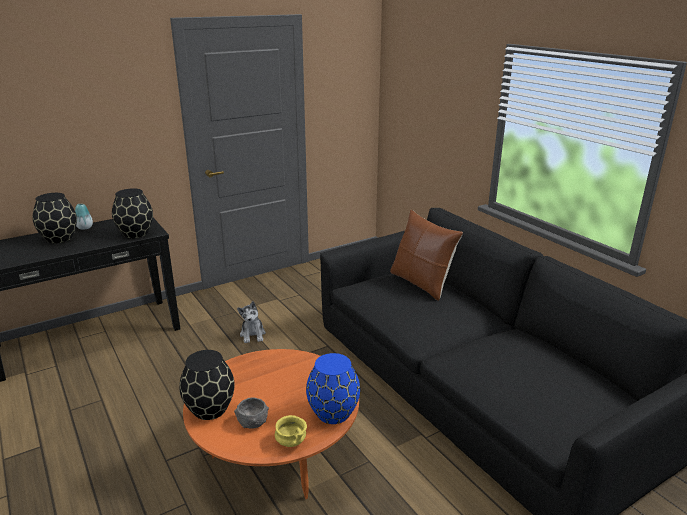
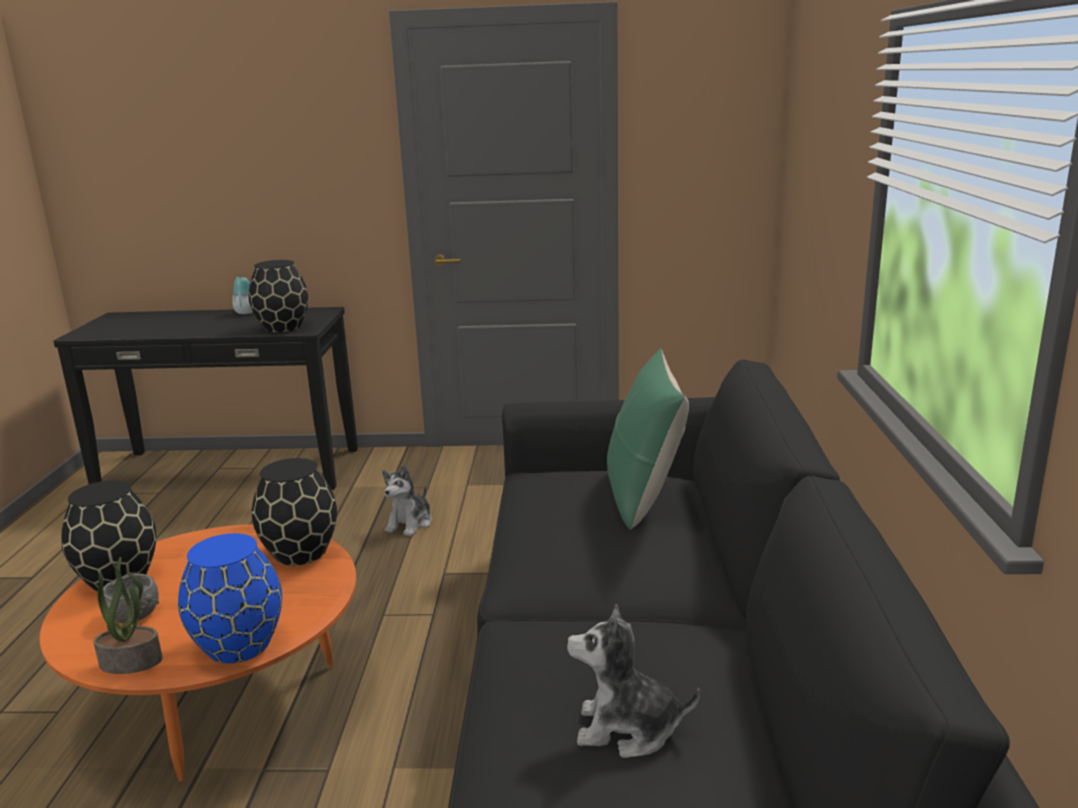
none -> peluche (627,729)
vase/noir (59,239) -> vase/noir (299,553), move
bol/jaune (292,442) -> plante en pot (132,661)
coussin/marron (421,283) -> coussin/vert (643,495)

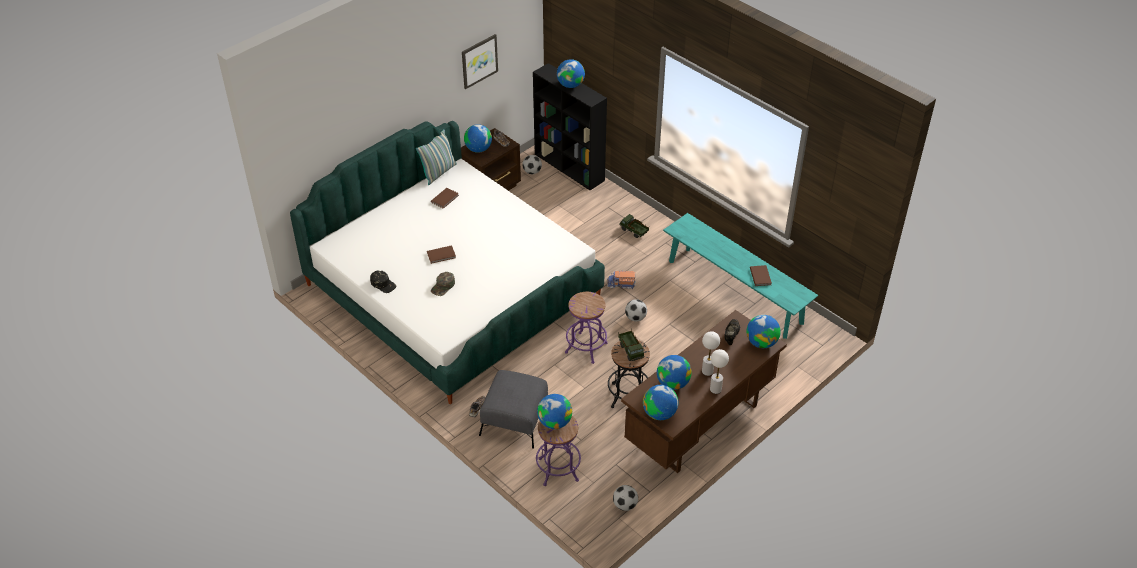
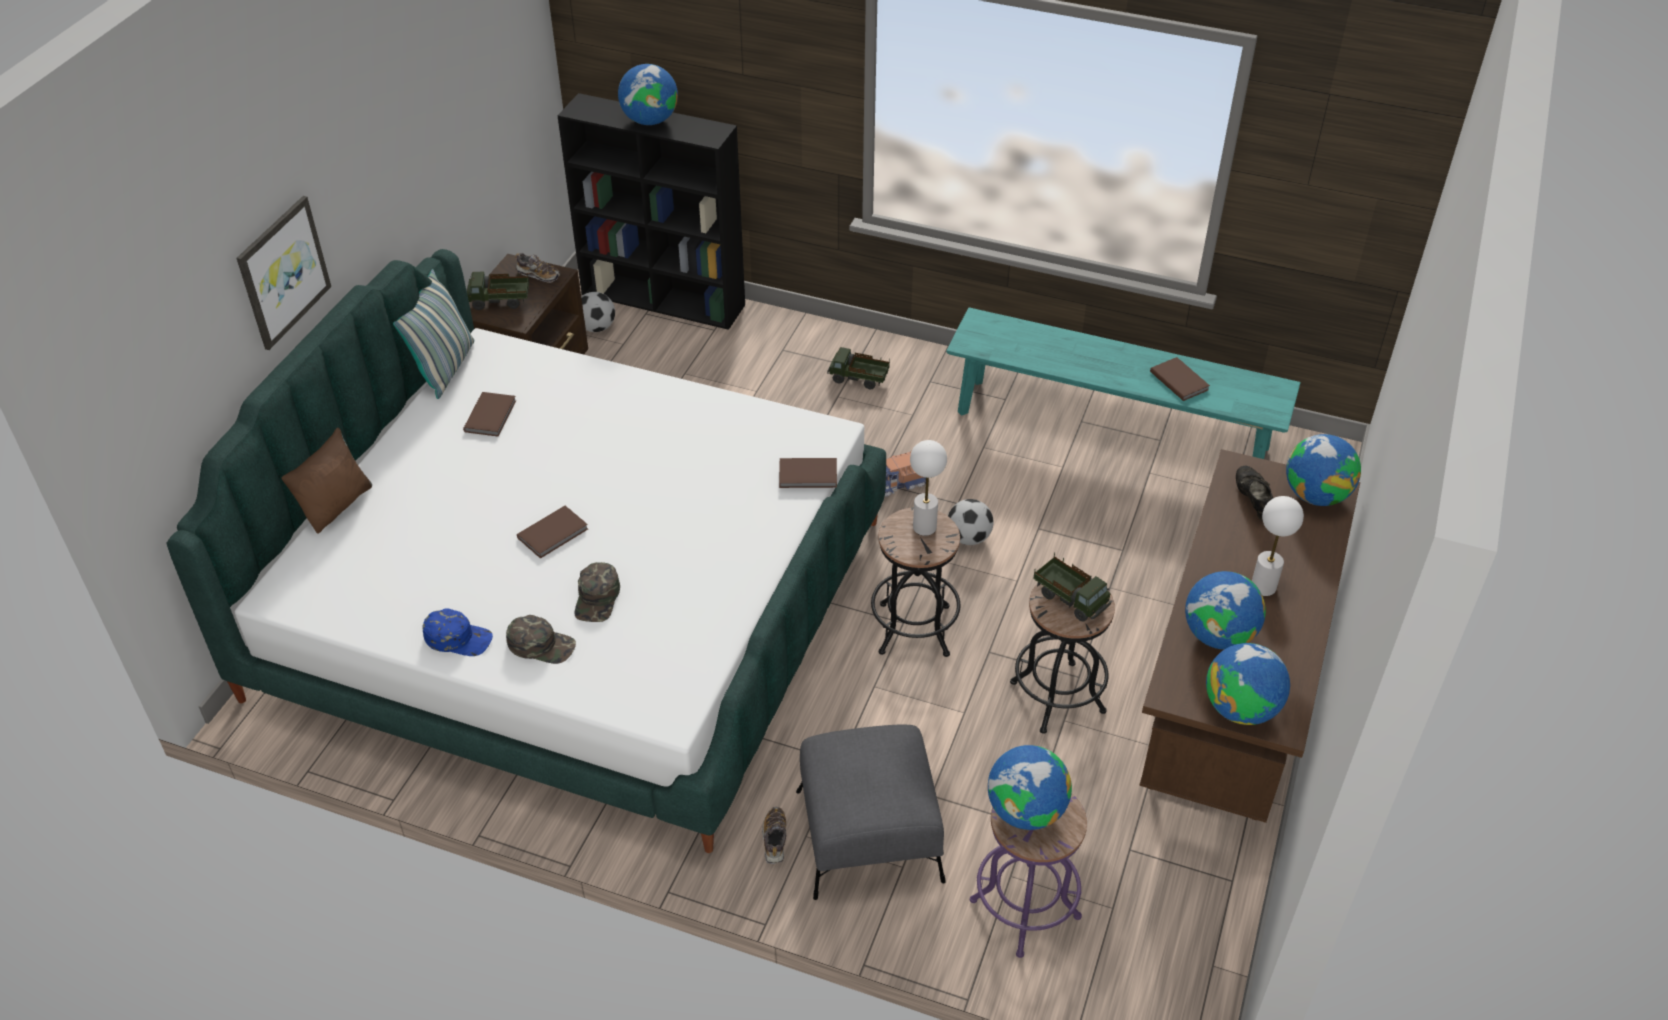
ballon de foot (625,505) -> none
none -> coussin/marron (336,505)
none -> casquette/vert (541,645)
none -> livre/marron (809,475)
tableau (479,61) -> tableau (282,272), move
lampe de table/blanc (715,389) -> lampe de table/blanc (925,527), move
globe (478,149) -> camion jouet (499,302)
casquette/noir (383,284) -> casquette/bleu (458,638)
tabouret/violet (586,348) -> tabouret/noir (914,629)

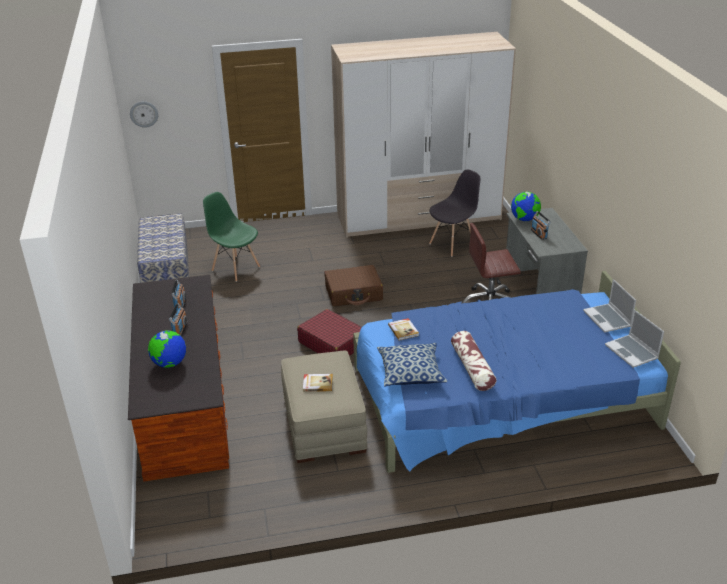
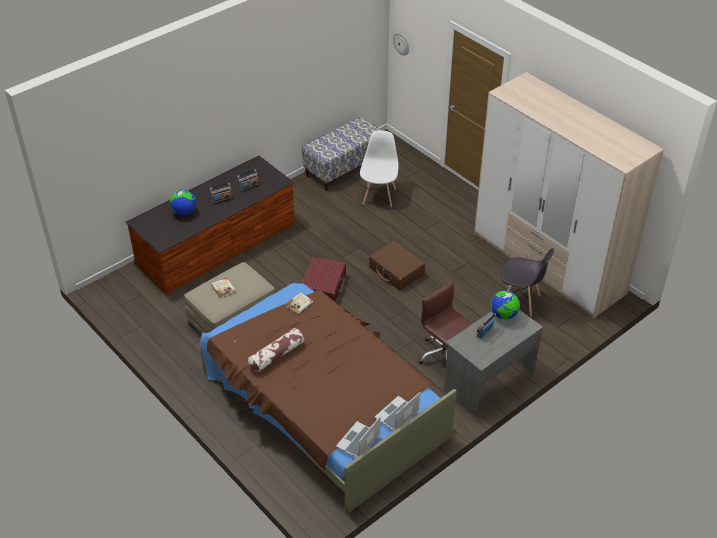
coussin (411,373) -> none
chaise/vert (235,268) -> chaise/blanc (379,196)
lit/bleu (499,397) -> lit/marron (322,401)

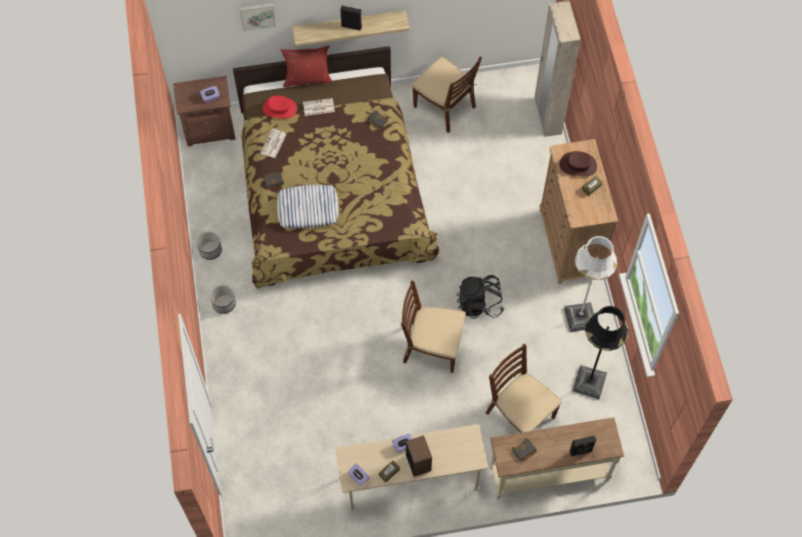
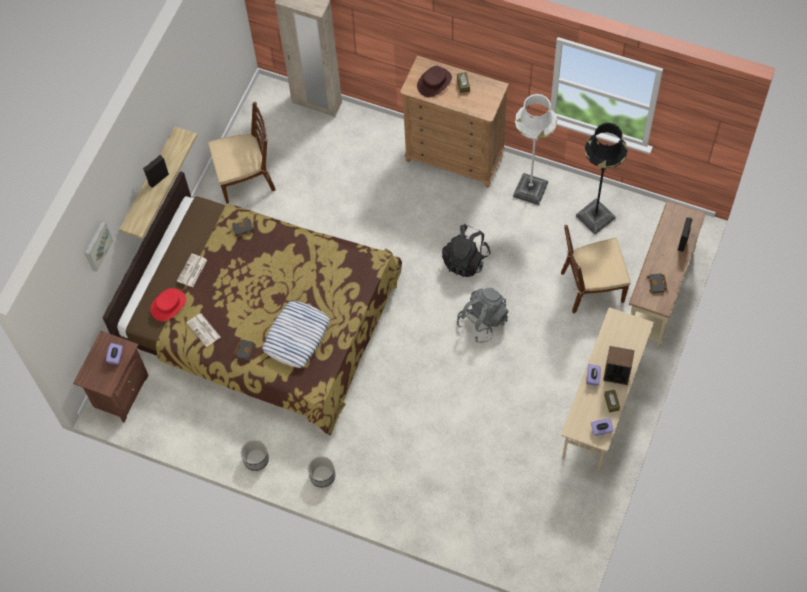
coussin/rouge (307,79) -> none
chaise/marron (431,347) -> sac à dos/gris (483,321)

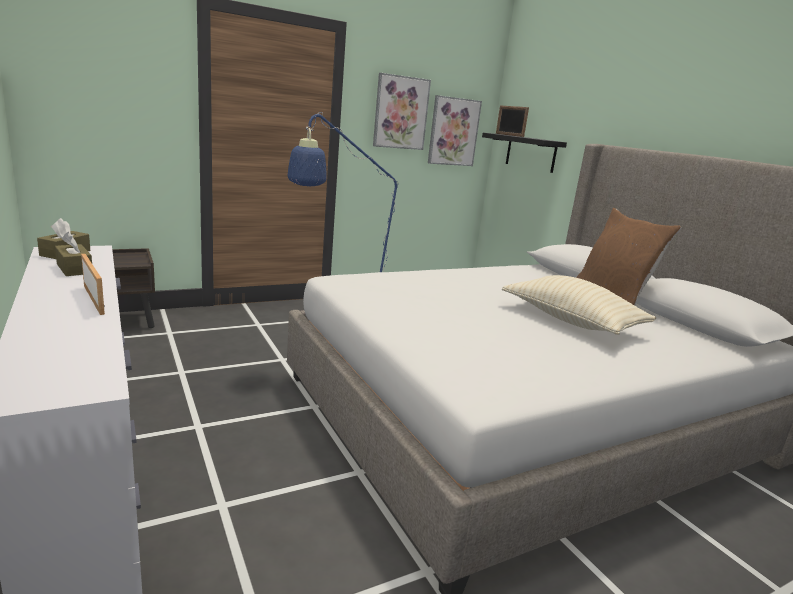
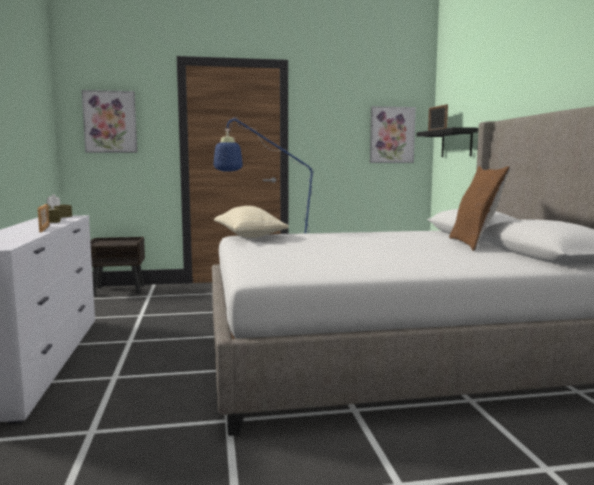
tableau (400,112) -> tableau (110,122), move
coussin/beige (571,321) -> coussin/beige (249,236), move

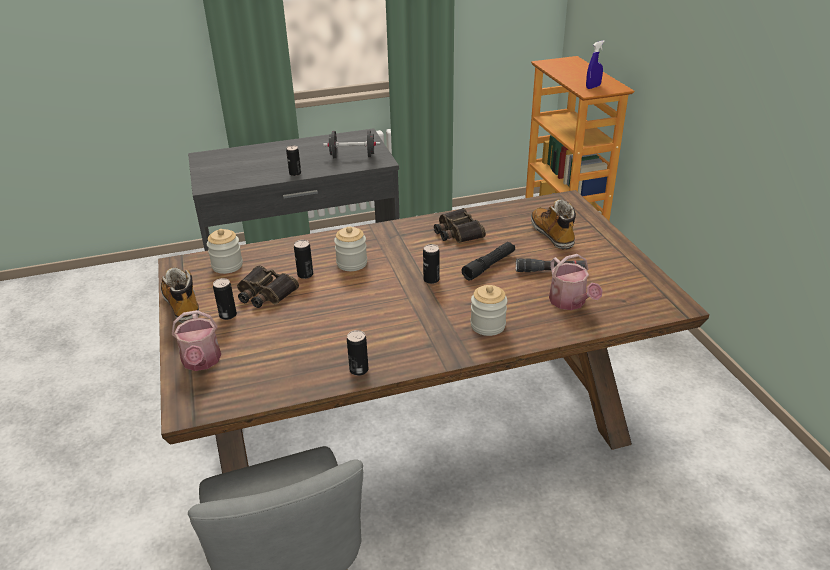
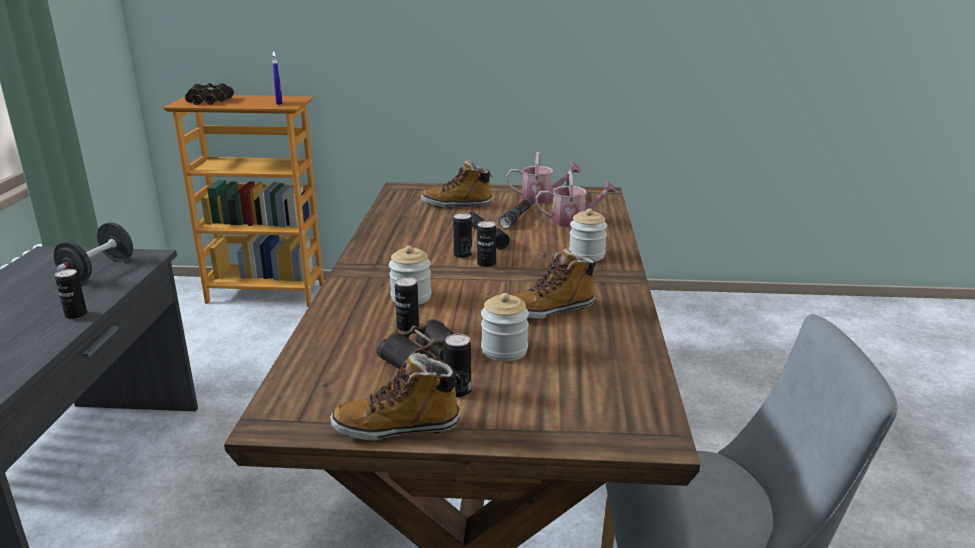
none -> botte (550,310)
arrosoir (201,362) -> arrosoir (542,198), move
bocal (227,265) -> bocal (504,350), move
boîte métallique (359,370) -> boîte métallique (463,255), move
jumelles (457,232) -> jumelles (208,101), move

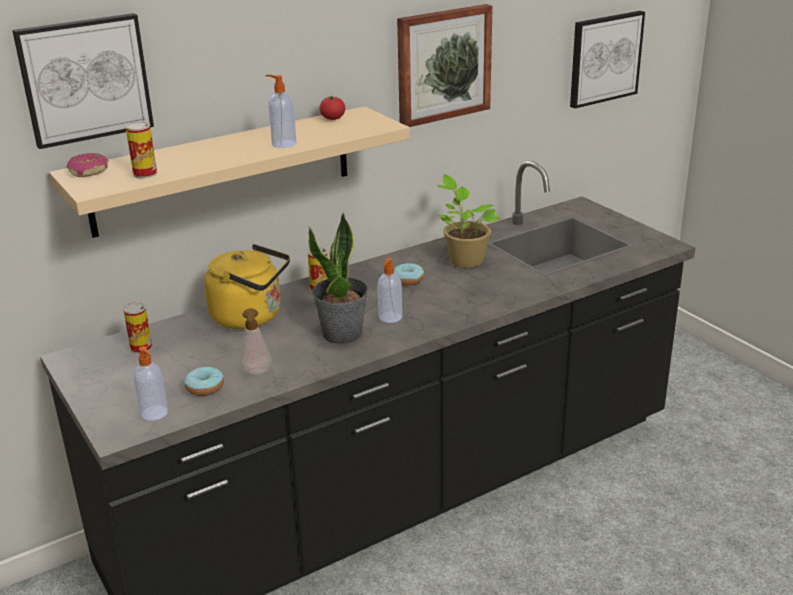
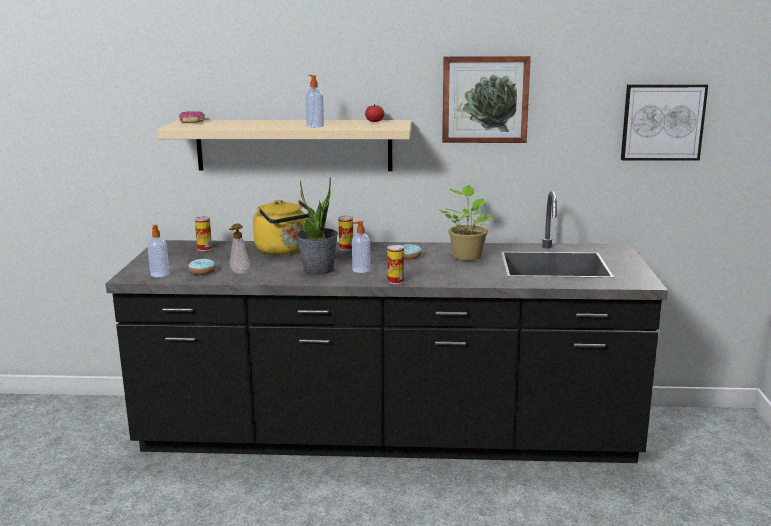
tableau (85,79) -> none
boîte métallique (145,174) -> boîte métallique (395,281), move

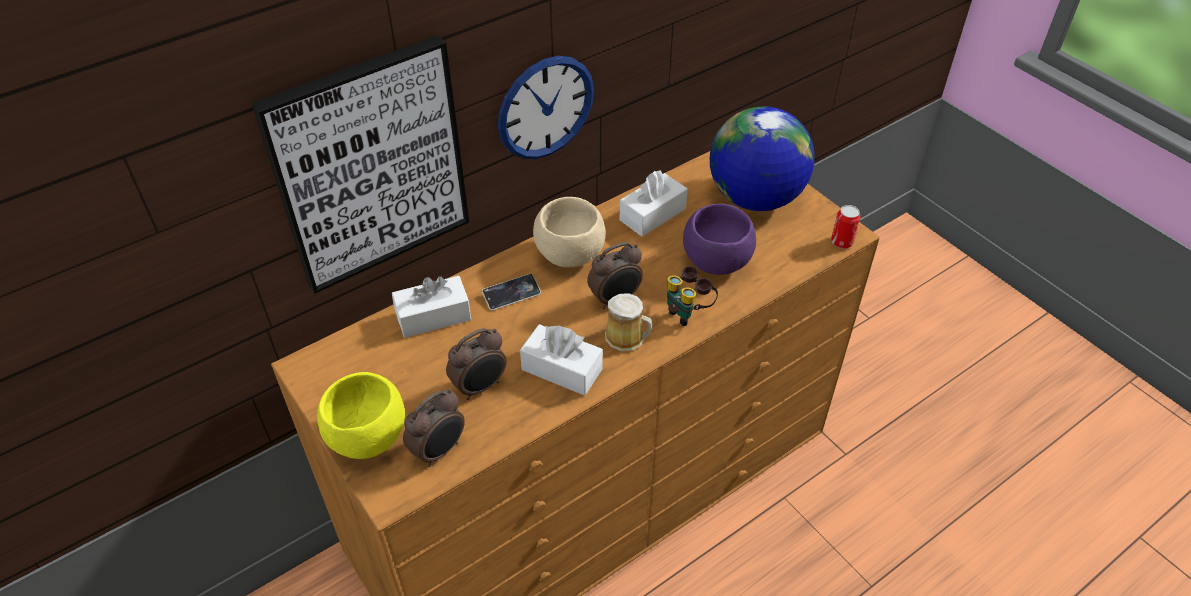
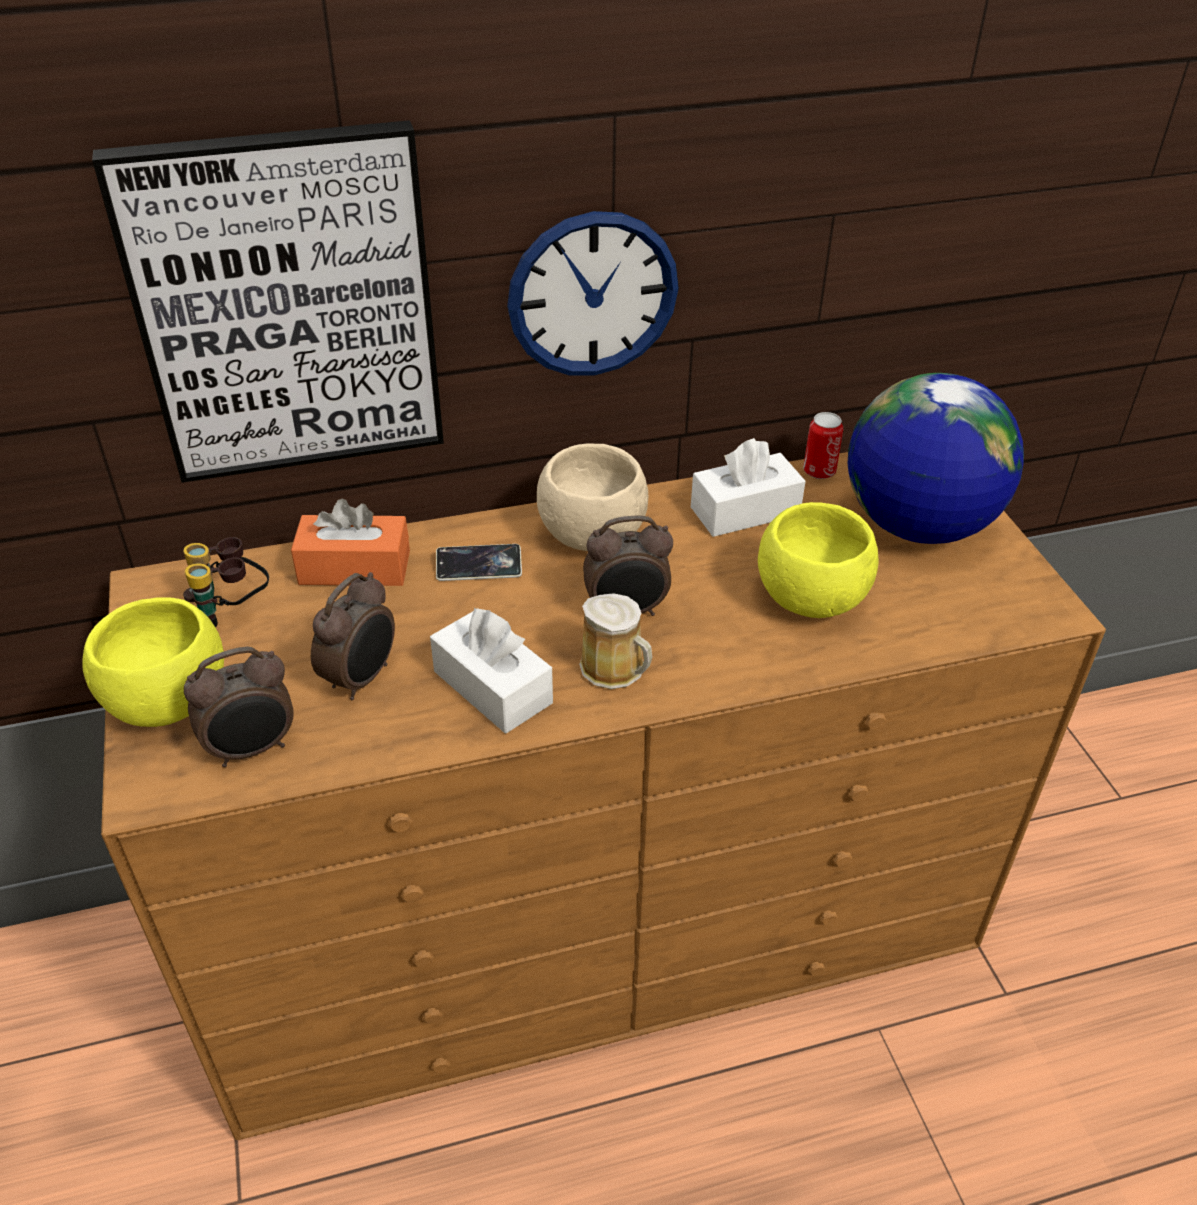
jumelles (688,312) -> jumelles (233,612), move
boîte métallique (842,242) -> boîte métallique (819,471), move
boîte à mouchoirs/blanc (433,316) -> boîte à mouchoirs/orange (355,567)
bol/violet (717,262) -> bol/jaune (811,600)
réveil (480,387) -> réveil (362,678), 45 degrees counterclockwise

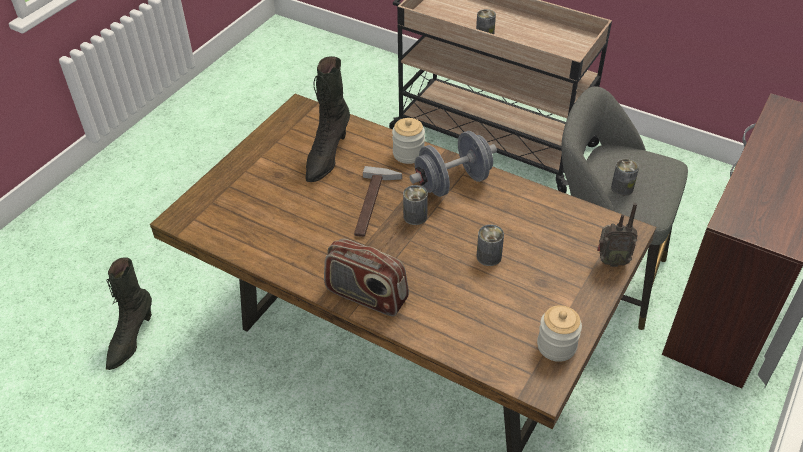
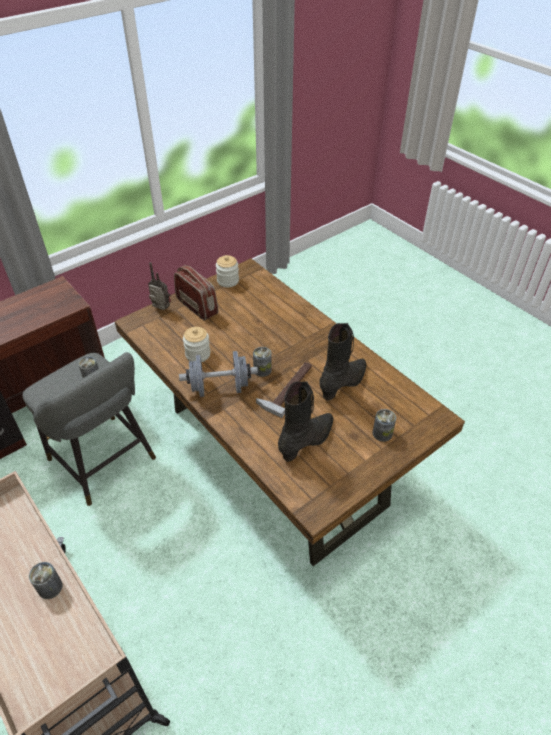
botte/noir (131,339) -> botte/noir (344,384), move
radio (366,296) -> radio (197,306), move
bocal (408,154) -> bocal (198,354), move
boîte métallique (489,256) -> boîte métallique (382,433), move

